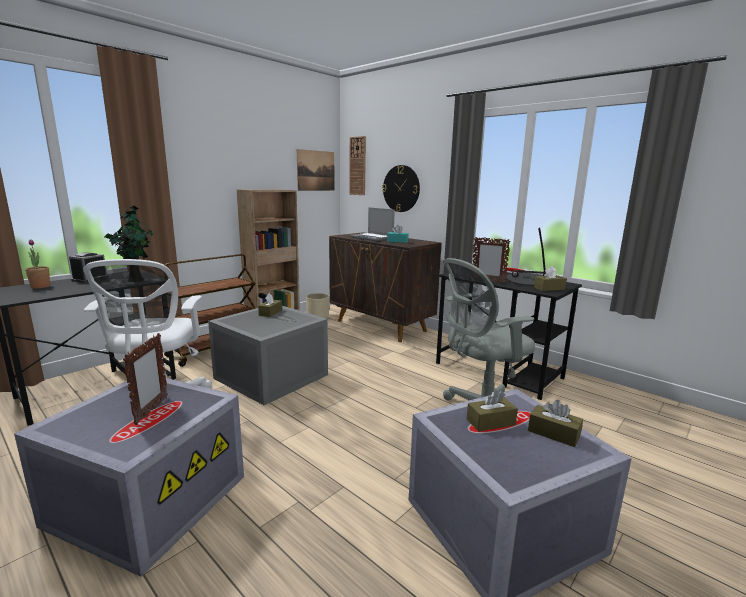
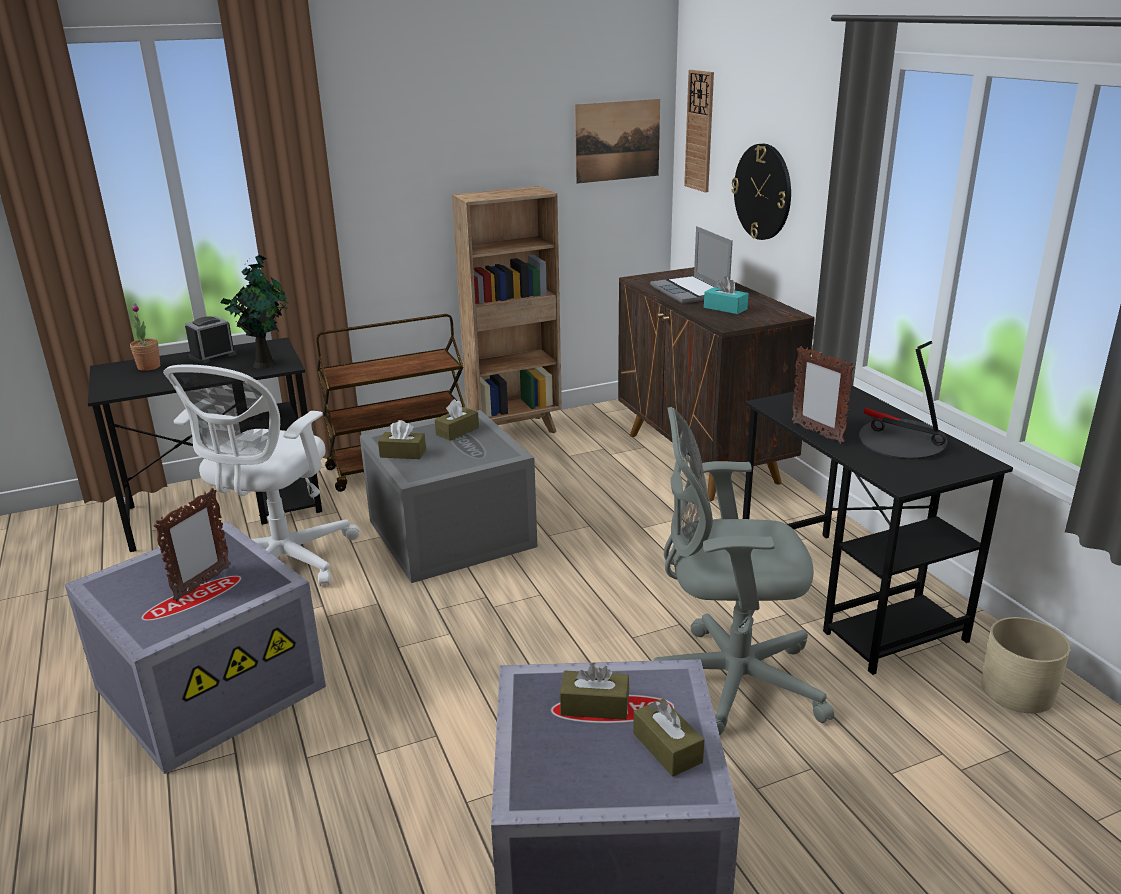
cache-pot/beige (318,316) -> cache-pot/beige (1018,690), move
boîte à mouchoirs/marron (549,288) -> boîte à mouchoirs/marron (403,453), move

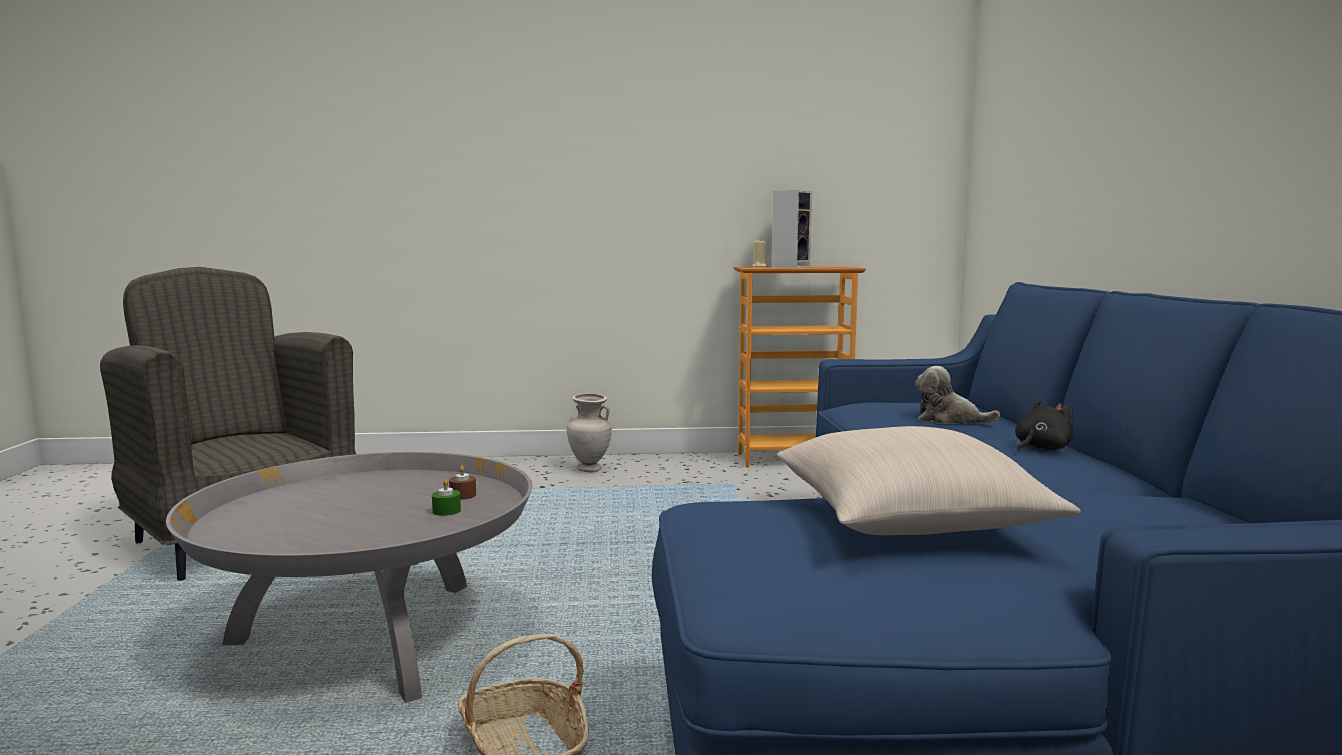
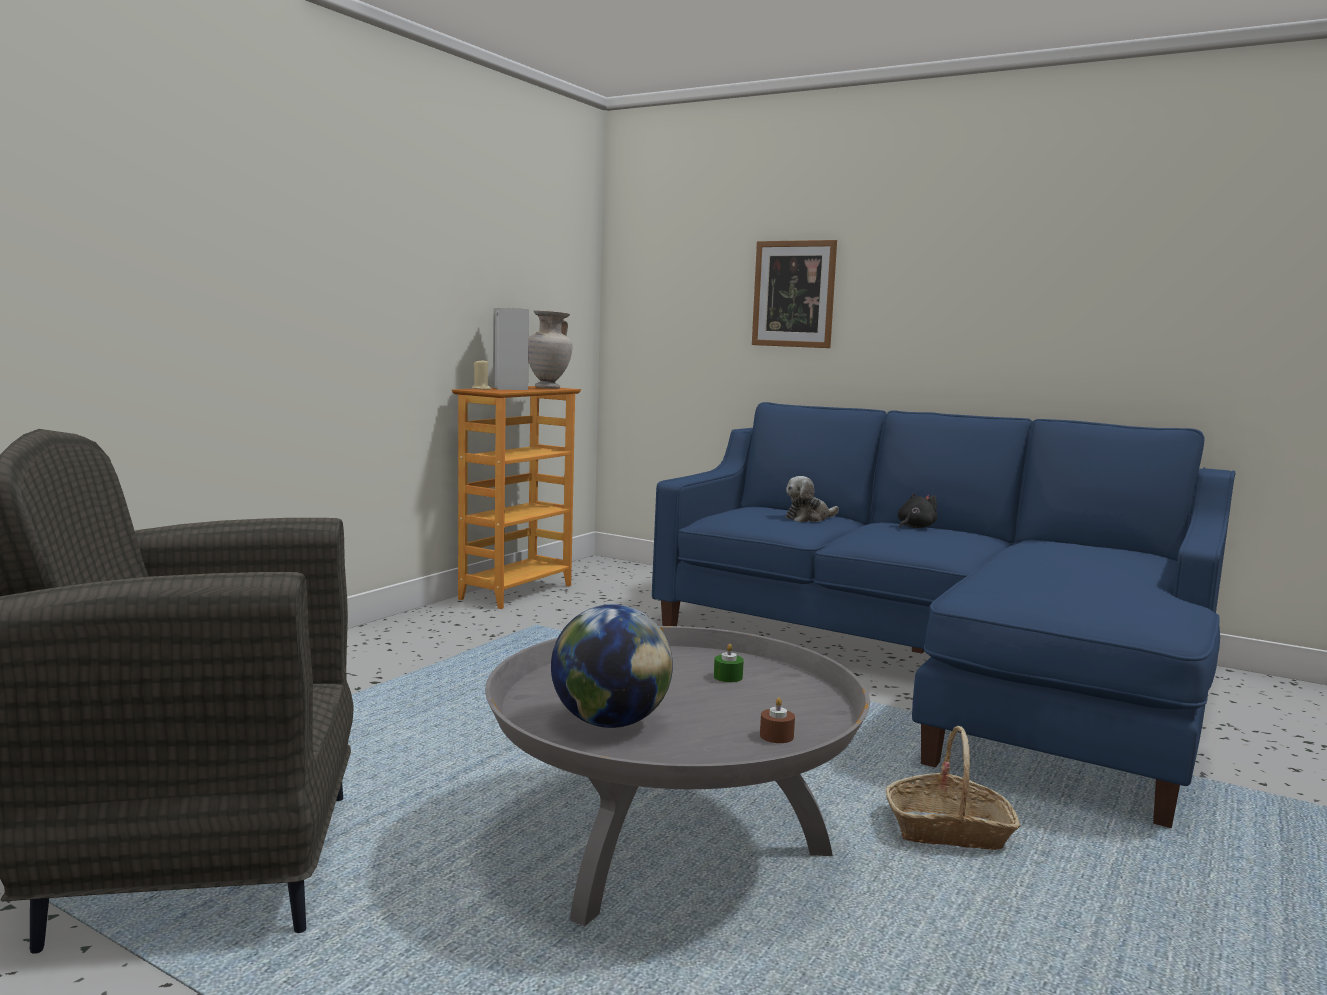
coussin/beige (909,520) -> none
none -> globe (610,722)
none -> tableau (794,294)
bougie/marron (463,495) -> bougie/marron (776,736), move
vase/beige (589,469) -> vase/beige (548,388), move
peluche/noir (1040,449) -> peluche/noir (914,527), 45 degrees clockwise

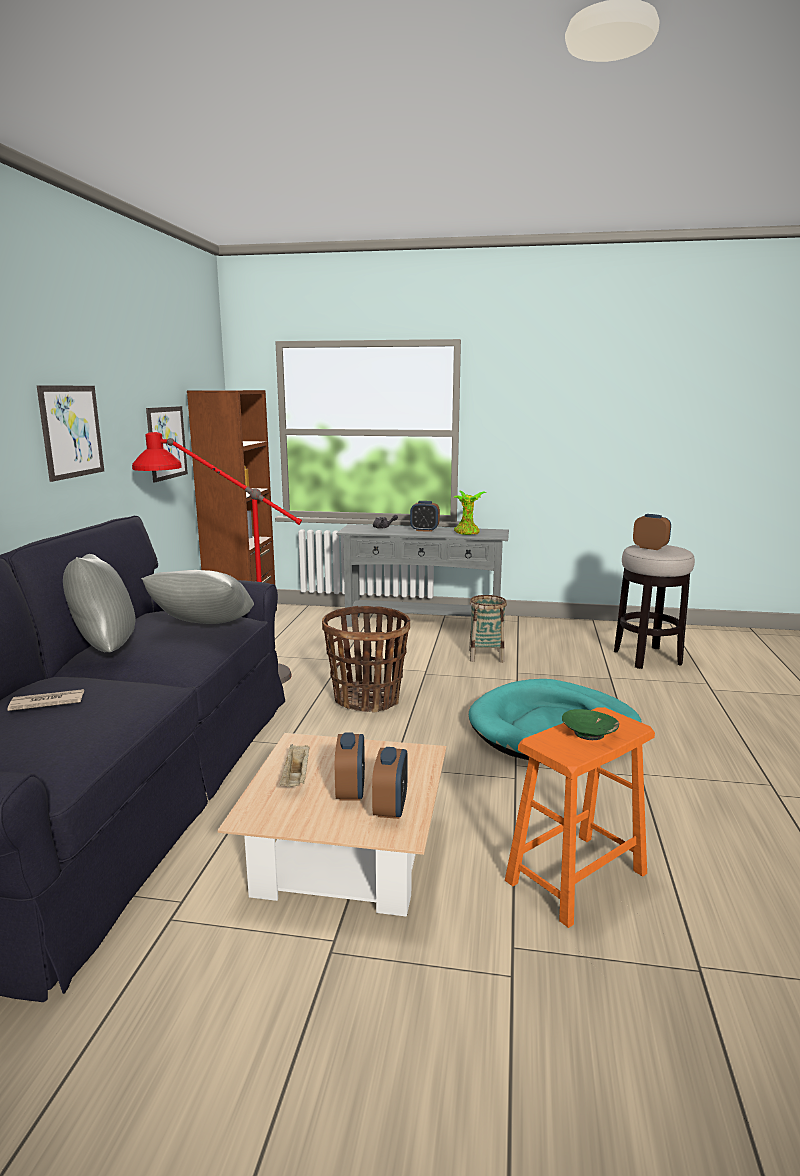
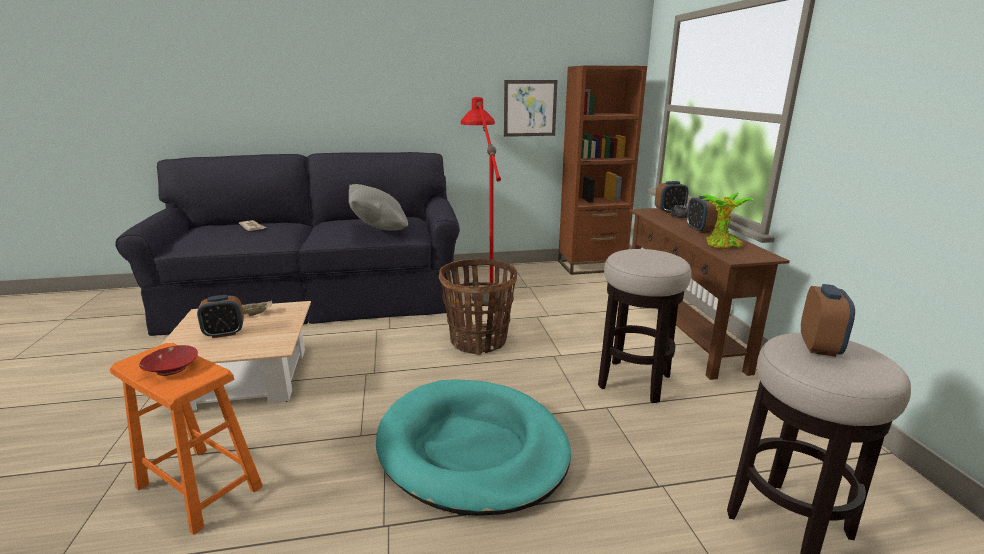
tableau (71,431) -> none
coussin/gris (103,649) -> none
réveil (390,808) -> réveil (669,211), move
panier (486,656) -> tabouret (634,381)
table console/gris (423,624) -> table console/marron (682,333)
bol/vert (589,733) -> bol/rouge (171,368)

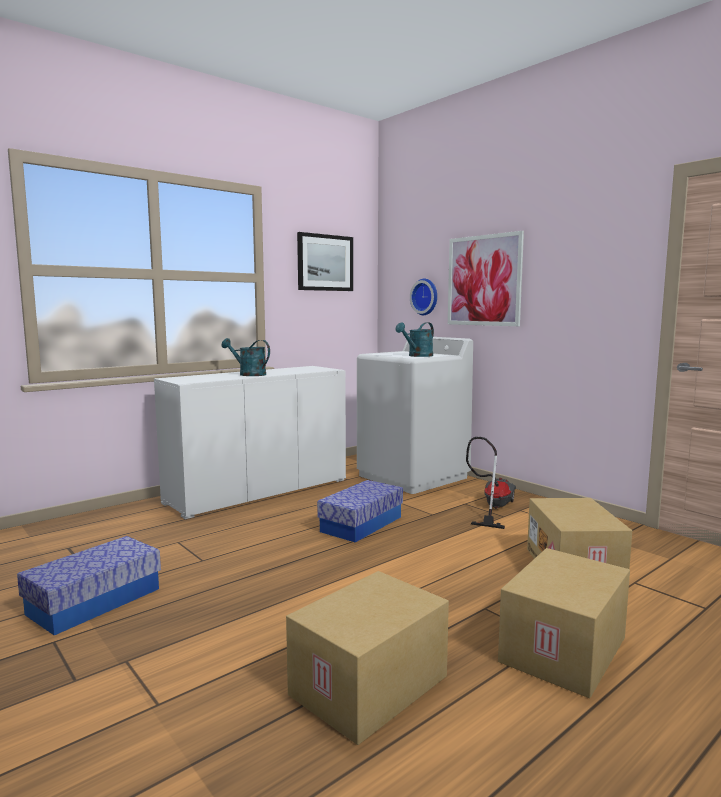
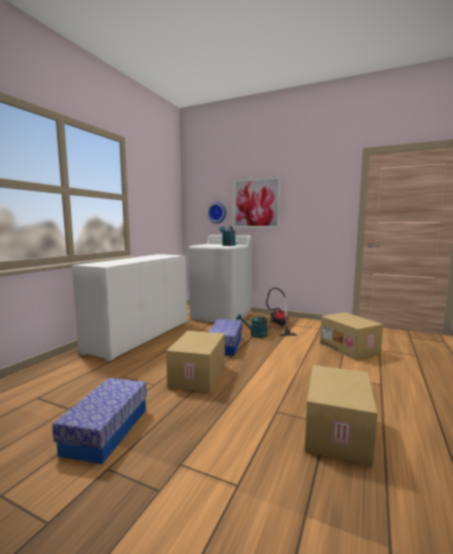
tableau (325,263) -> none
arrosoir/turquoise (248,374) -> arrosoir/turquoise (255,335), move
carton (565,651) -> carton (198,376), move

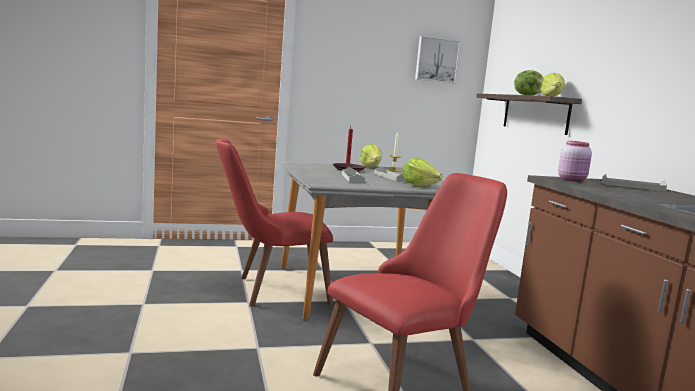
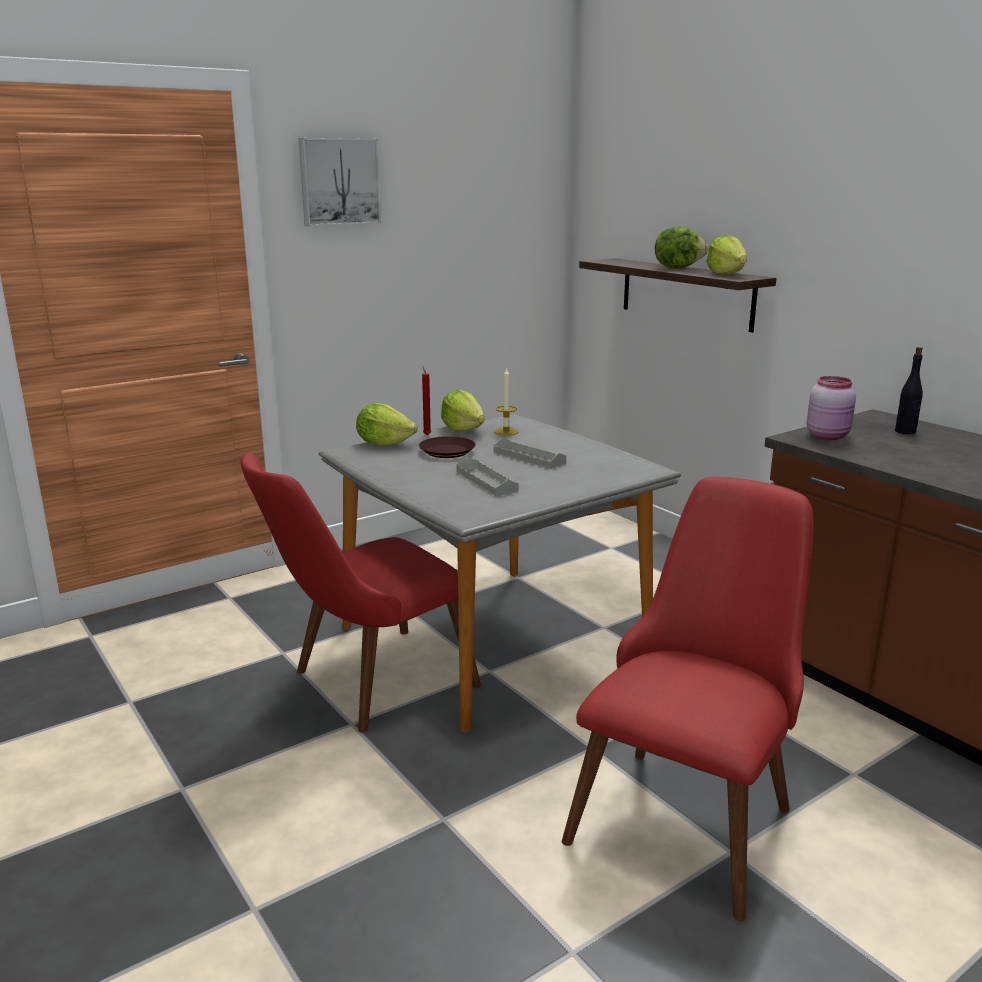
laitue (419,185) -> laitue (384,443), move
tableau (436,60) -> tableau (339,182), move
plateau/gris (633,186) -> bouteille/noir (905,431)

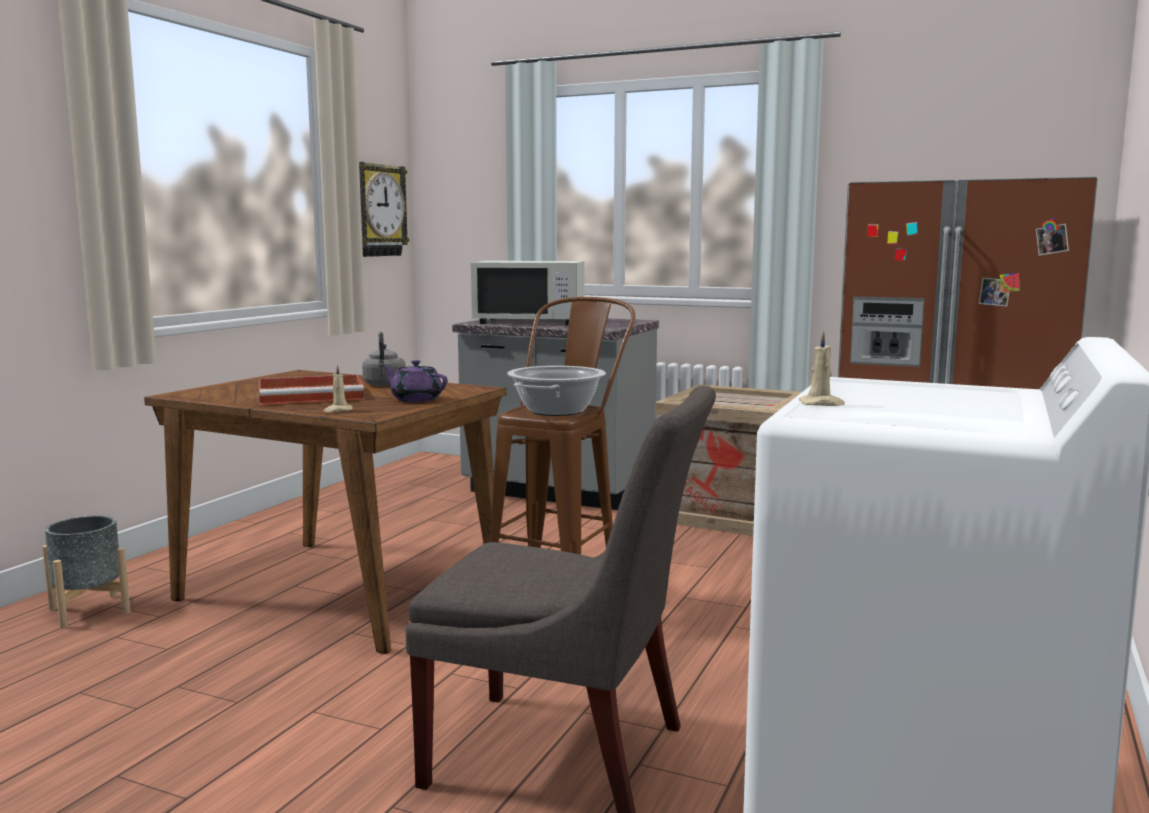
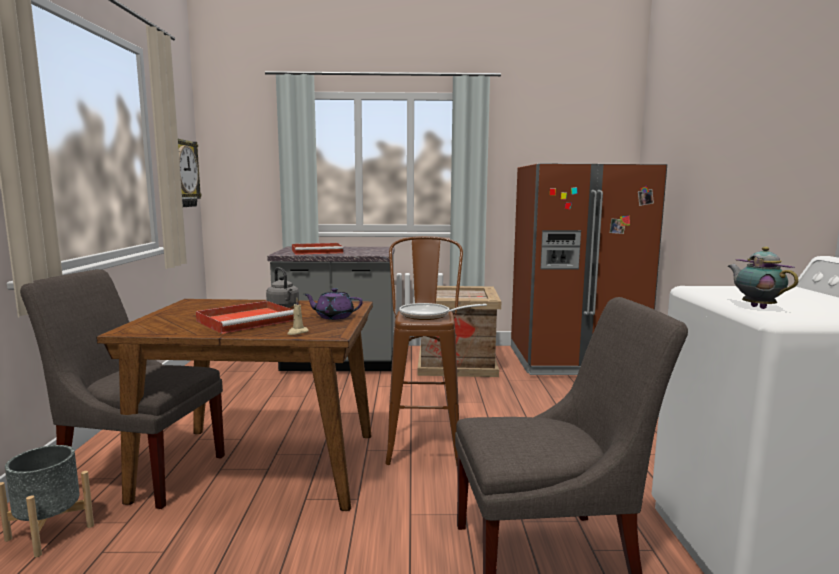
none -> chaise/gris (139,472)
micro-ondes/blanc (530,322) -> plateau/rouge (318,251)
marmite (556,411) -> poêle (429,316)
bougie/beige (822,404) -> théière (756,307)

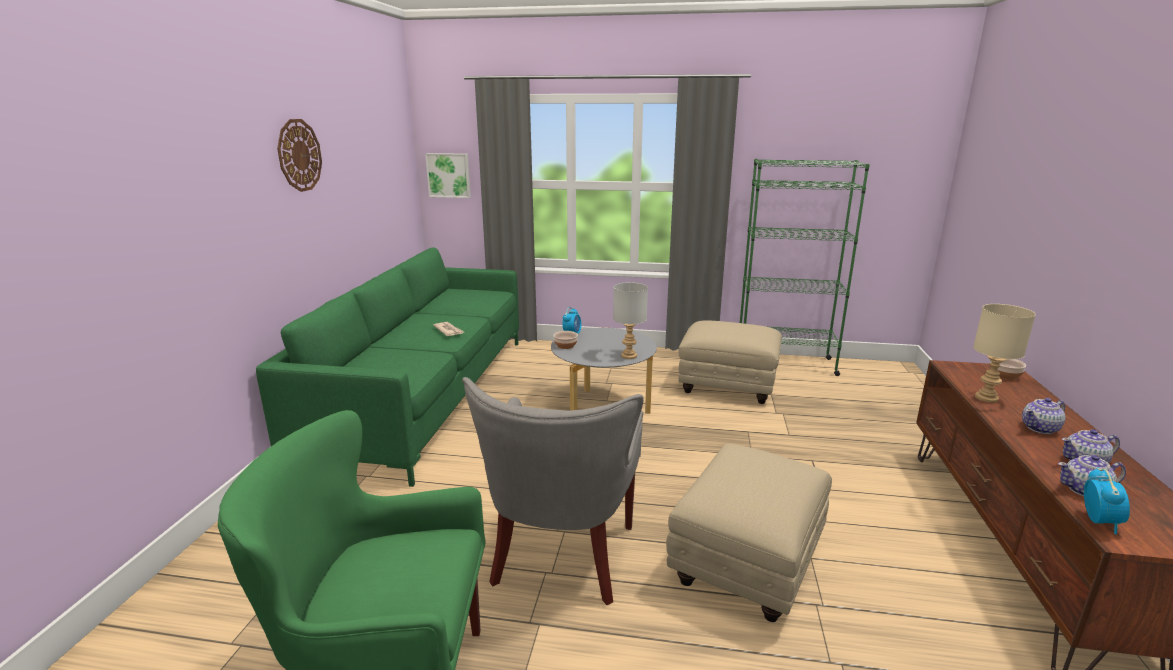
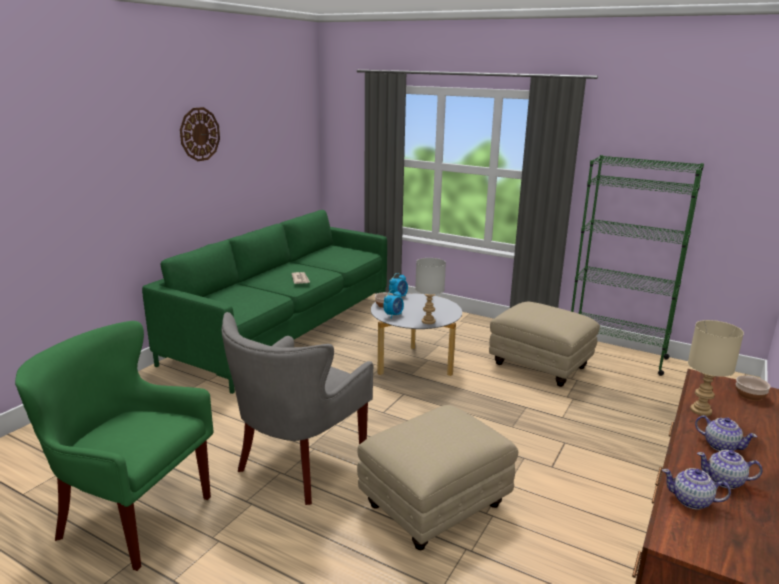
tableau (449,175) -> none
réveil (1099,521) -> réveil (393,315), move
théière (1040,428) -> théière (720,445), 135 degrees counterclockwise

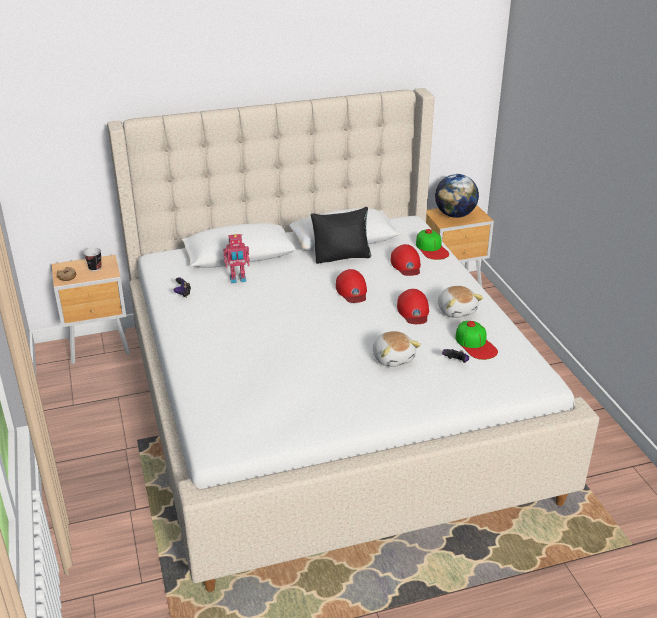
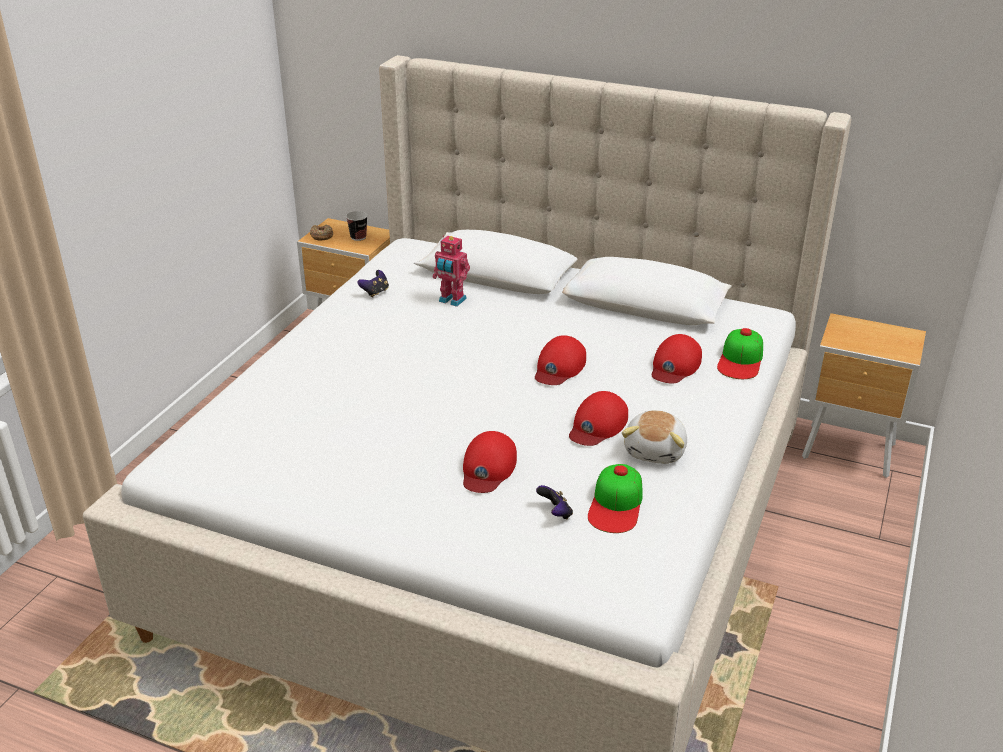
coussin/noir (342,257) -> none
globe (454,215) -> none
peluche (393,358) -> casquette/rouge (488,468)

